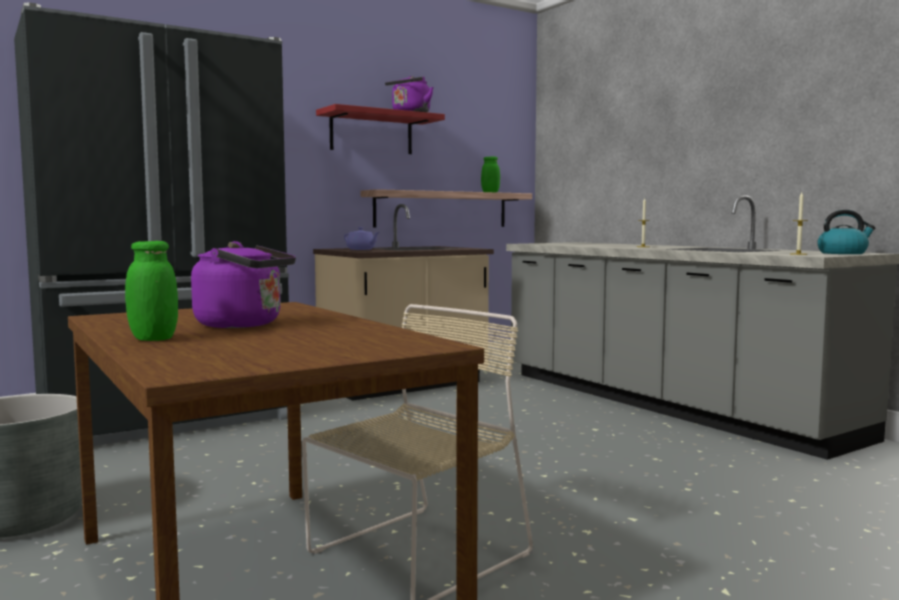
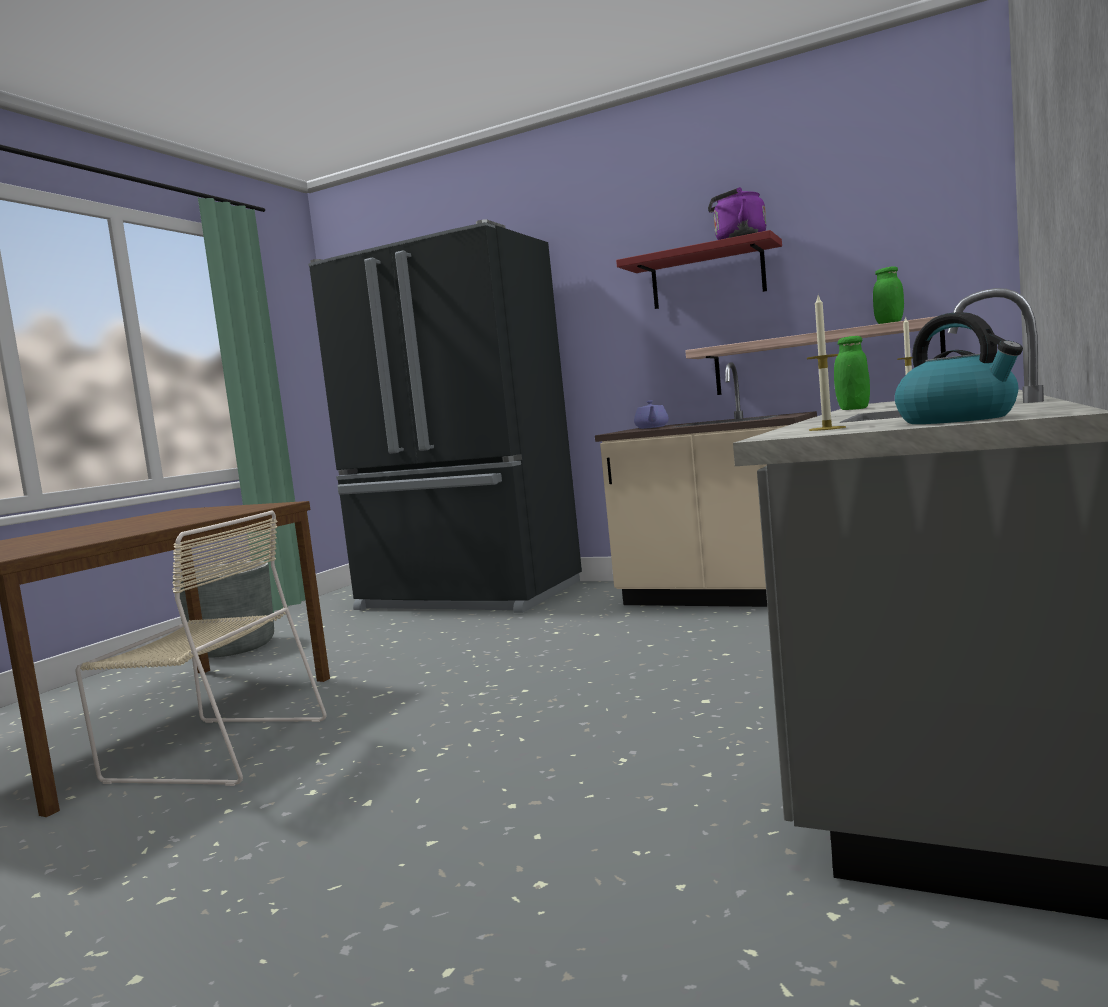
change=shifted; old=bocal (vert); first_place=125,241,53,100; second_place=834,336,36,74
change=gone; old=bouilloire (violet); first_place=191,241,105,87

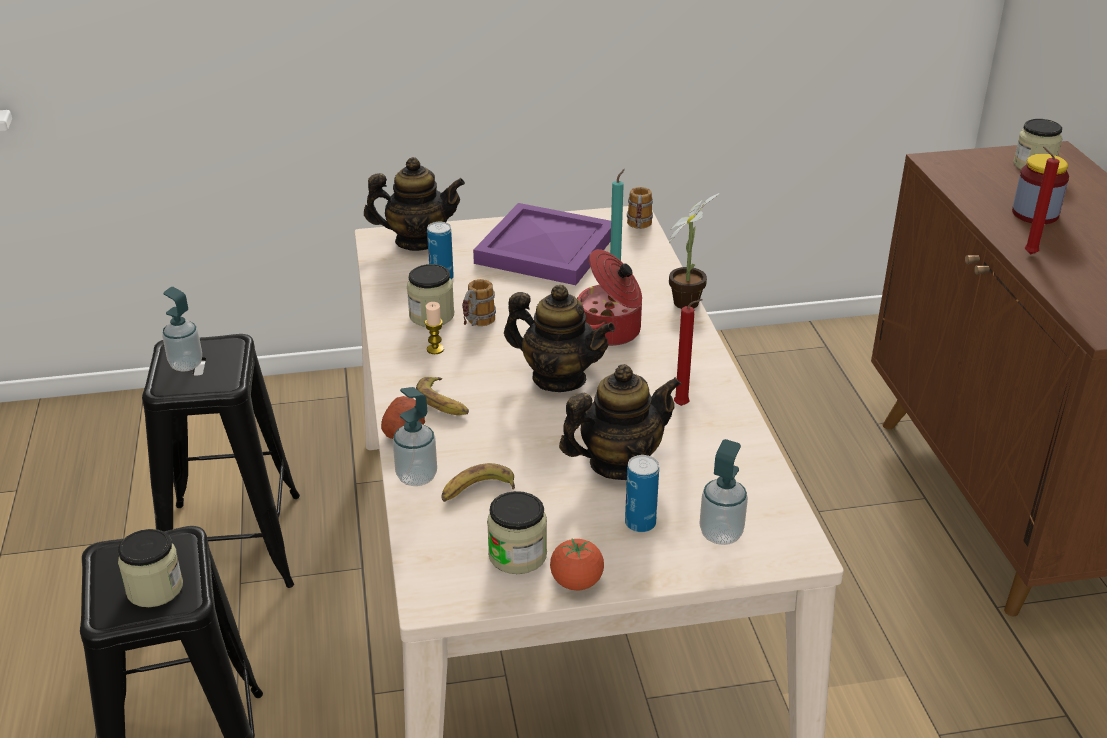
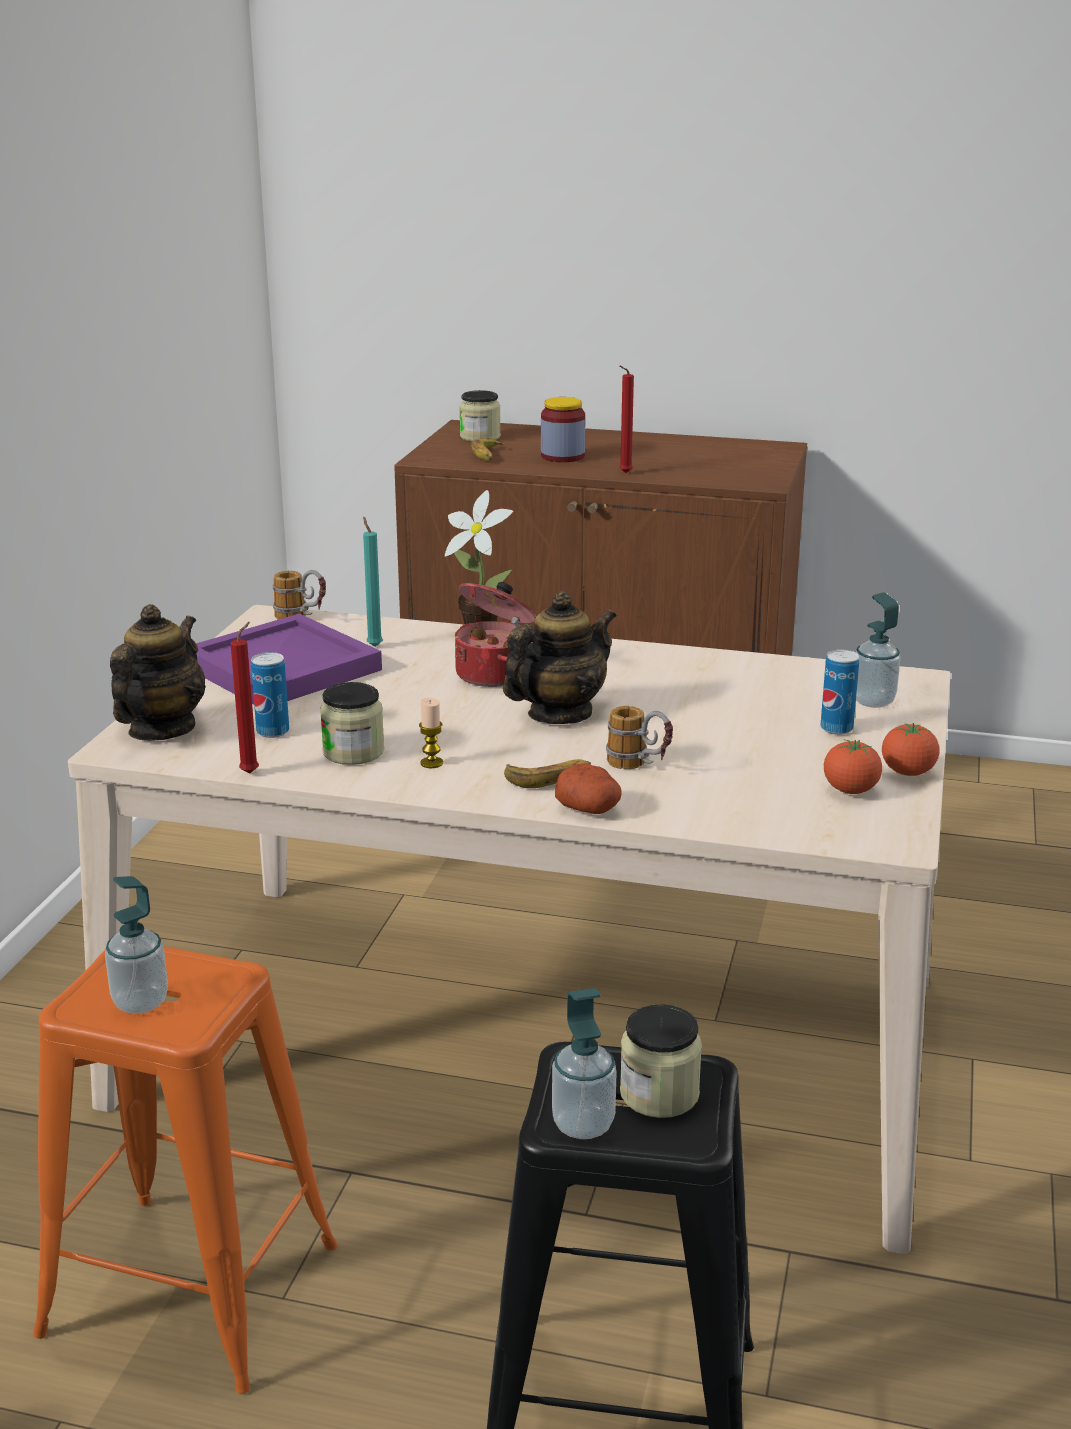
change=shifted; old=mug; first_place=462,279,34,47; second_place=606,706,67,63
change=shifted; old=bougie (rouge); first_place=674,299,29,107; second_place=231,622,28,152
change=repainted; old=tabouret (noir); new=tabouret (orange); first_place=142,334,158,254; second_place=33,946,305,448
change=gone; old=théière; first_place=559,364,122,116
change=shifted; old=distributeur de savon; first_place=393,387,44,99; second_place=552,988,65,151
change=shifted; old=banane; first_place=442,463,73,39; second_place=471,438,32,23
change=swapped; old=bocal; new=tomate; first_place=487,491,60,83; second_place=824,740,58,54

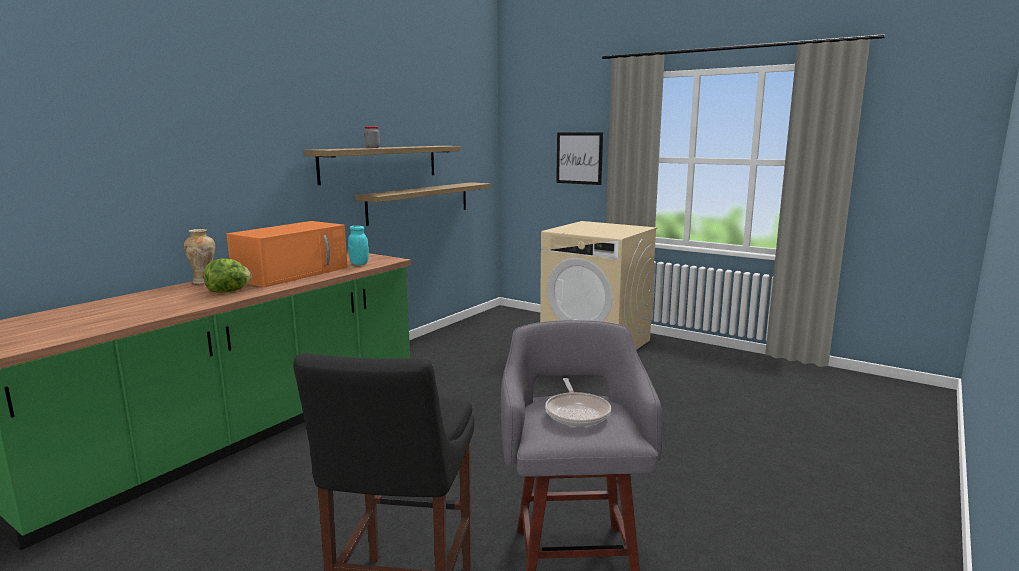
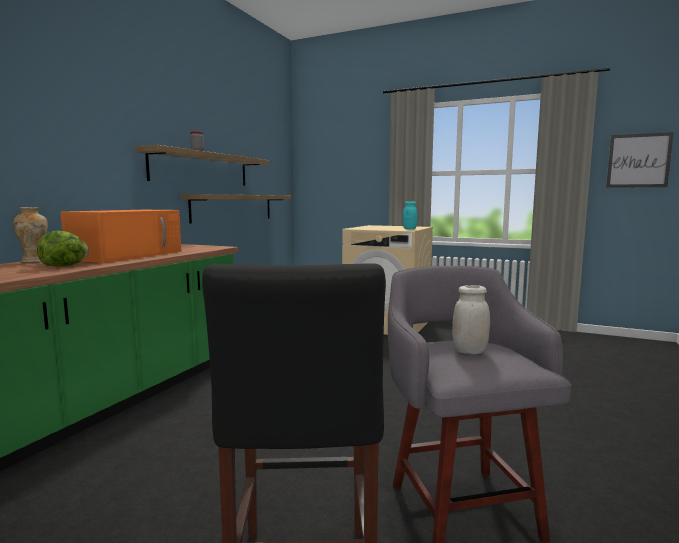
change=shifted; old=tableau; first_place=556,132,47,53; second_place=606,132,68,56
change=shifted; old=bocal (turquoise); first_place=348,225,21,40; second_place=403,201,15,28
change=swapped; old=poêle; new=bocal (blanc); first_place=545,378,66,49; second_place=452,285,38,69

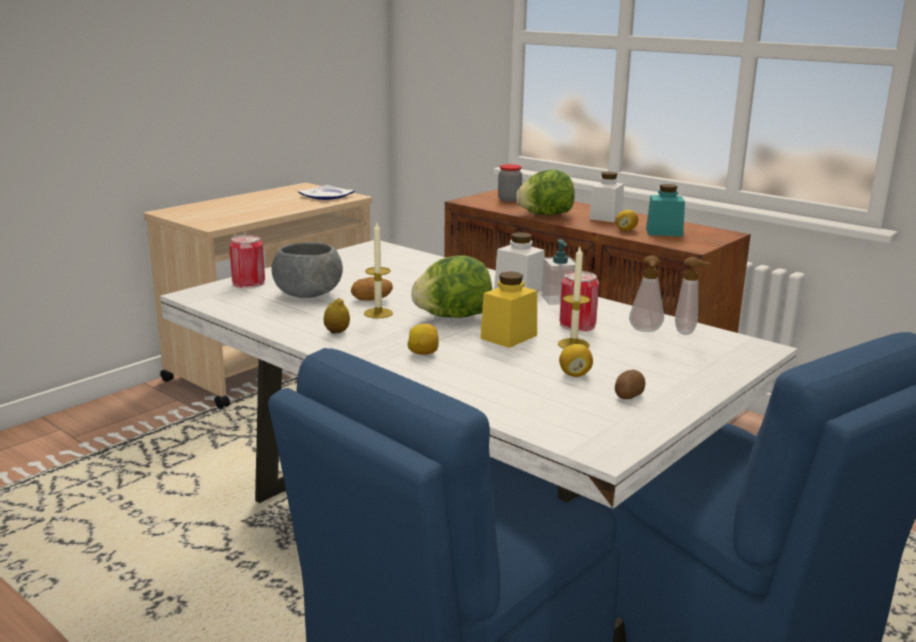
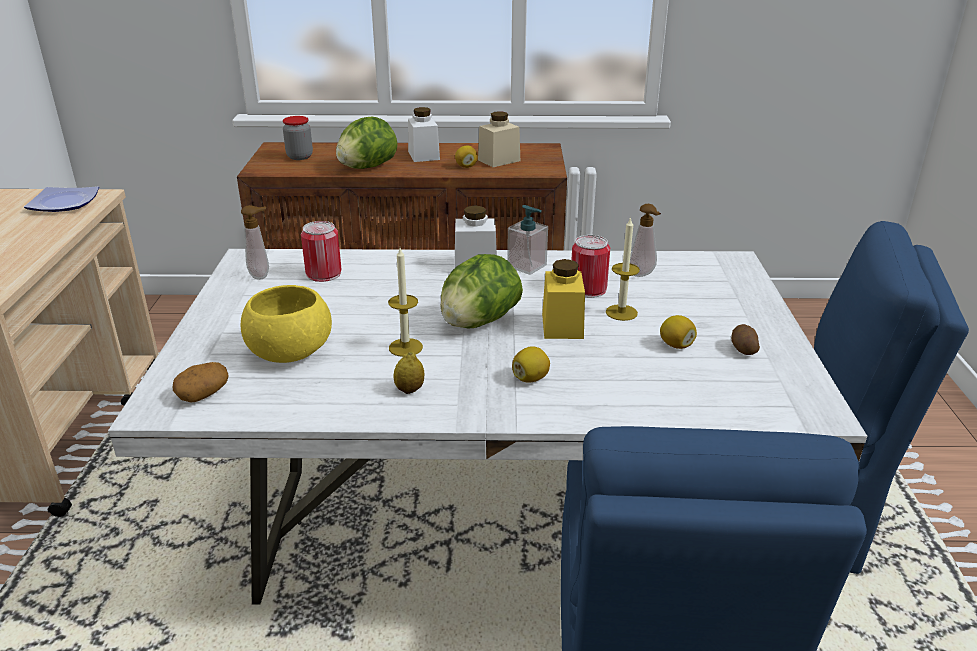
change=repainted; old=bocal (turquoise); new=bocal (beige); first_place=646,184,39,53; second_place=478,111,42,56
change=shifted; old=boîte métallique; first_place=229,235,36,53; second_place=301,221,41,61
change=repainted; old=bol (gris); new=bol (jaune); first_place=271,242,72,56; second_place=241,285,91,78
change=shifted; old=distributeur de savon; first_place=675,257,35,78; second_place=241,205,28,75
change=shifted; old=pomme de terre; first_place=351,277,42,24; second_place=173,362,56,40

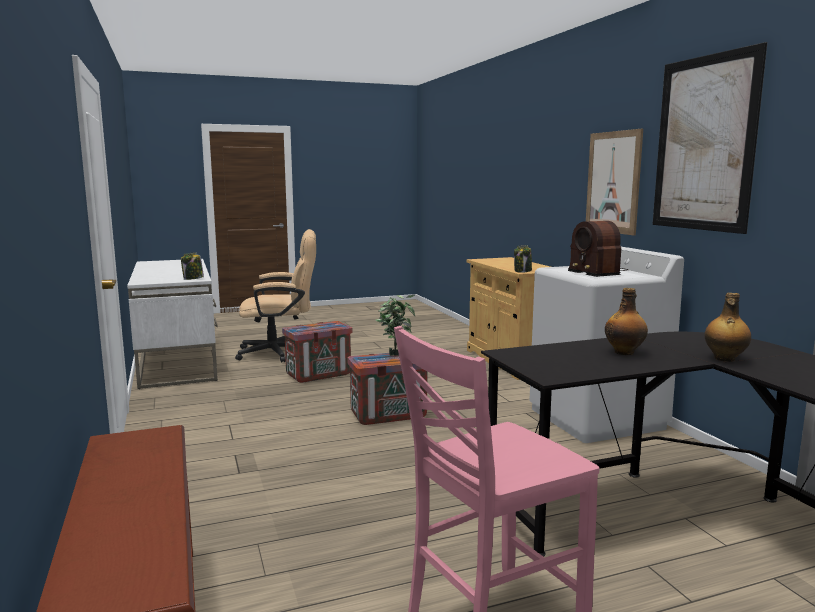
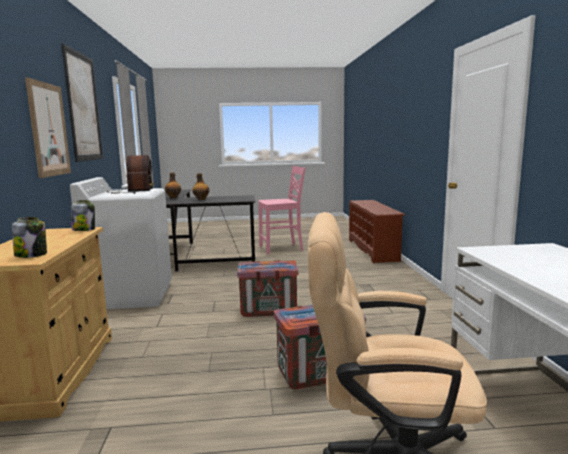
change=shifted; old=bocal; first_place=181,253,23,27; second_place=12,217,35,41
change=gone; old=plante en pot; first_place=375,295,40,61

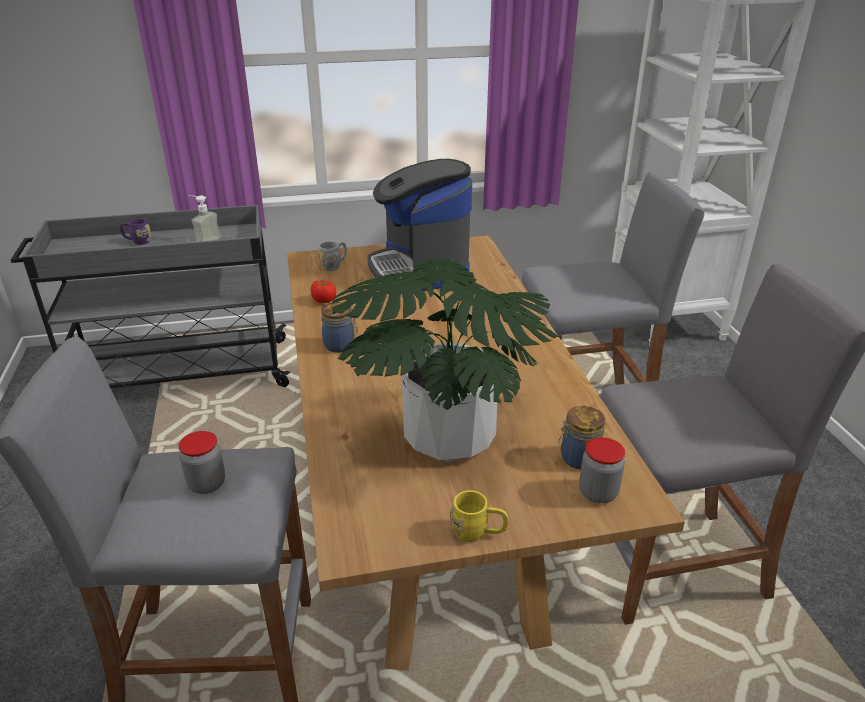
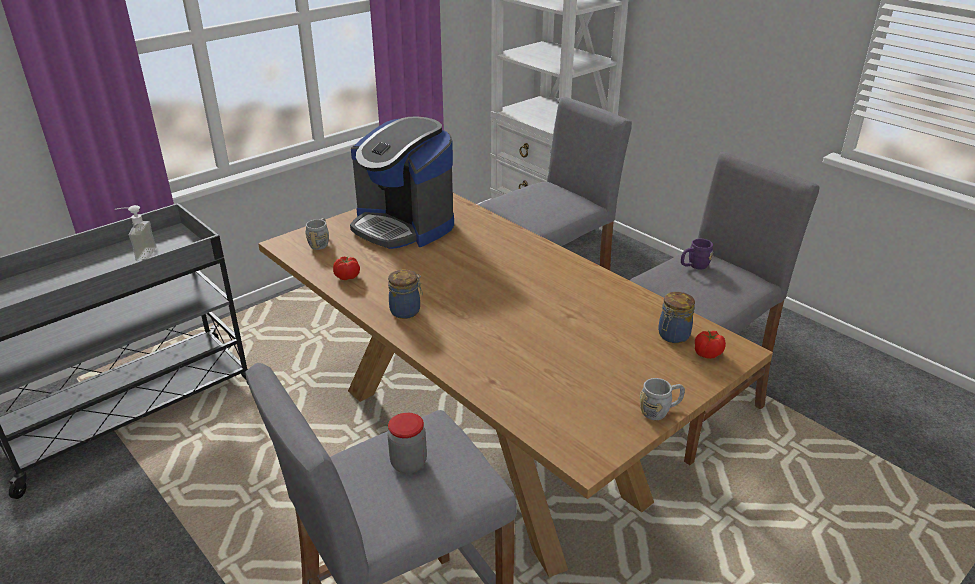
change=shifted; old=mug (violet); first_place=120,218,31,27; second_place=681,239,32,31
change=gone; old=plante en pot; first_place=331,259,228,203
change=swapped; old=bocal; new=tomate; first_place=579,437,46,66; second_place=695,331,31,28
change=repainted; old=mug (jaune); new=mug (gris); first_place=450,490,58,52; second_place=640,378,45,42

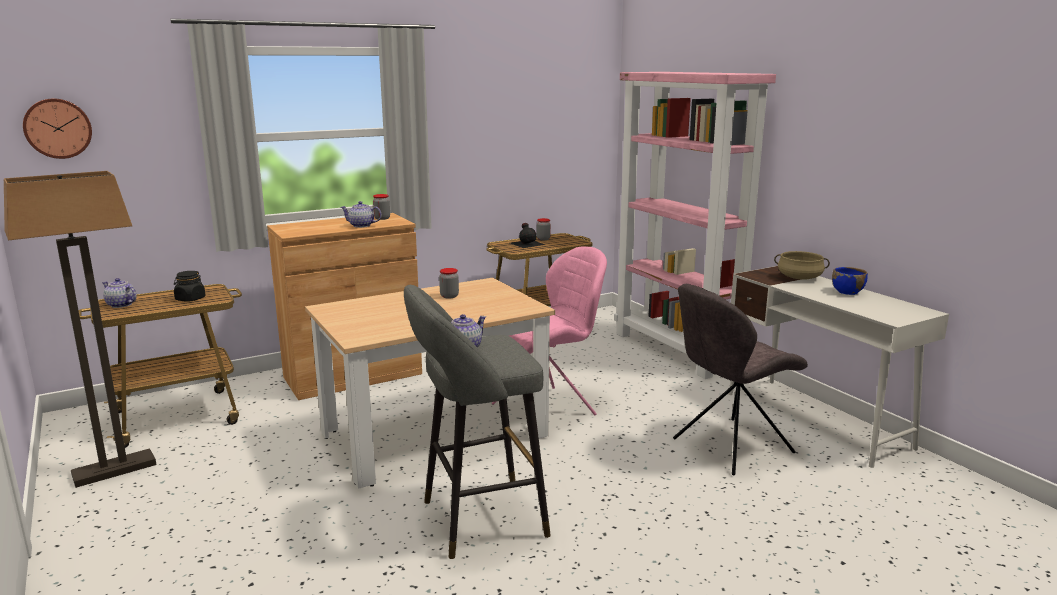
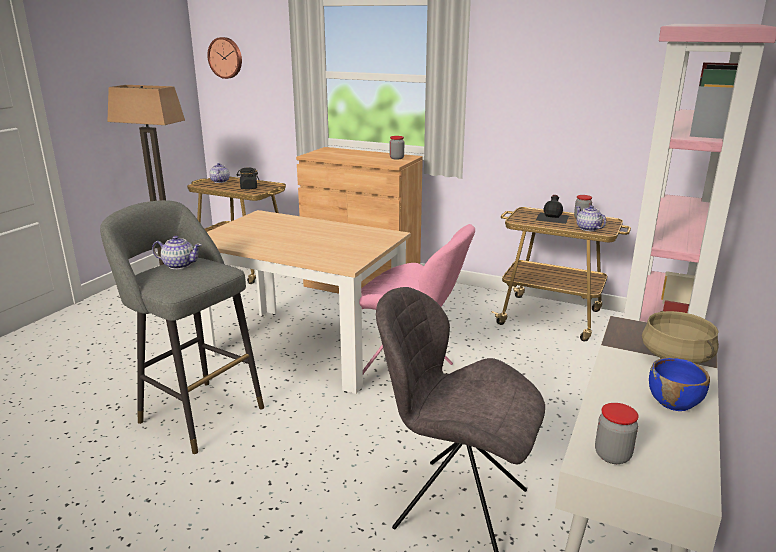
change=shifted; old=théière; first_place=341,201,41,27; second_place=576,205,30,26
change=shifted; old=bocal; first_place=439,268,20,31; second_place=595,403,44,61

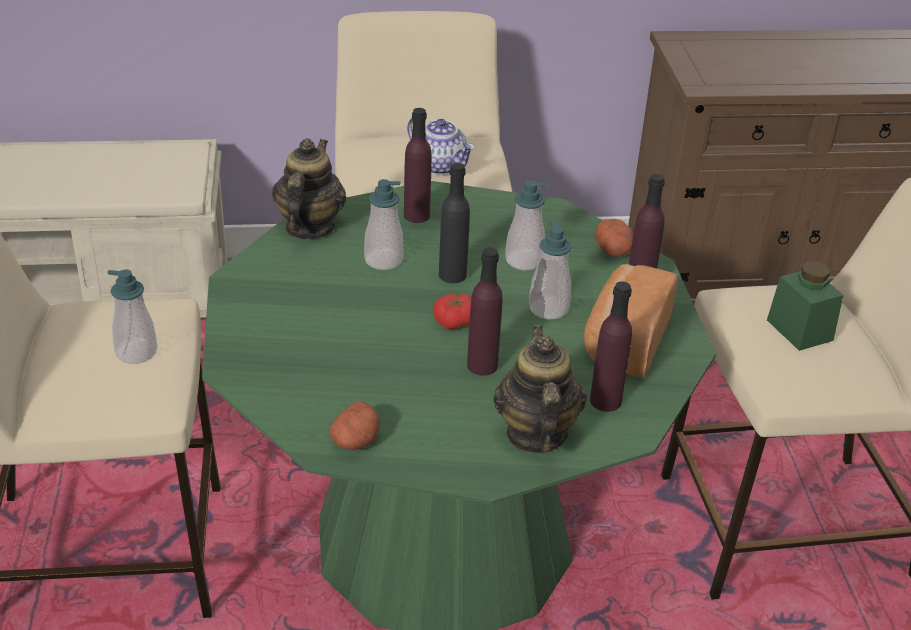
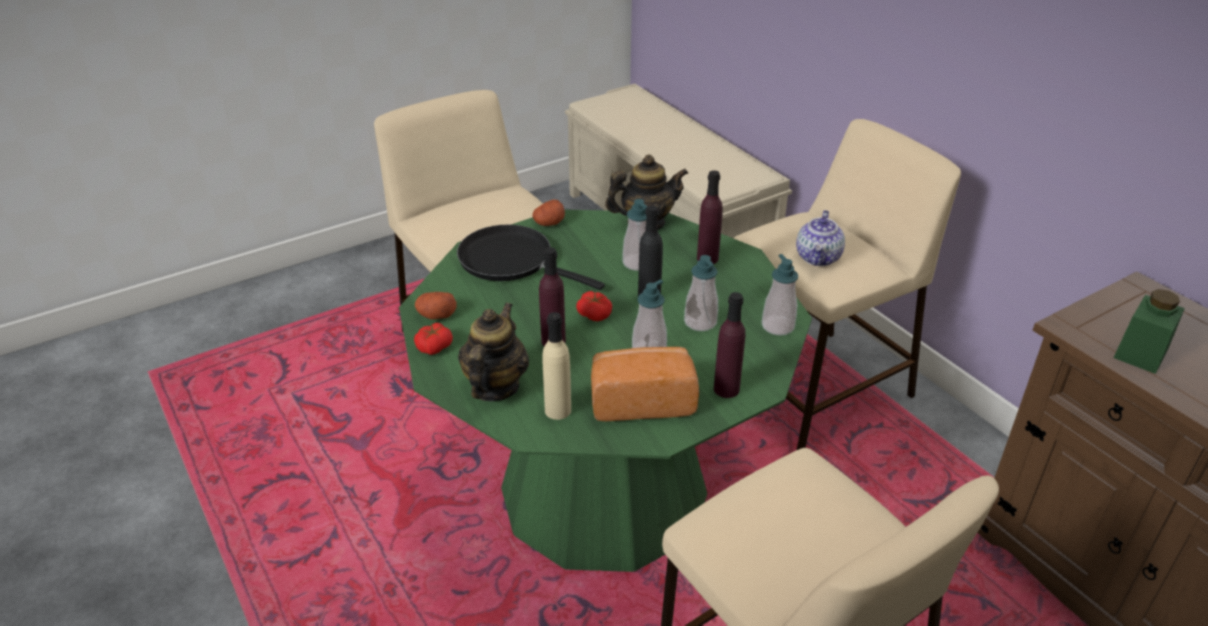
change=shifted; old=pomme de terre; first_place=595,219,38,37; second_place=533,199,32,27
change=shifted; old=bocal (vert); first_place=767,261,77,90; second_place=1113,289,72,85
change=shifted; old=distributeur de savon; first_place=107,270,50,94; second_place=762,254,36,82
change=repainted; old=bouteille (violet); new=bouteille (beige); first_place=590,281,42,131; second_place=542,312,29,108
change=rotated; old=théière; first_place=493,325,94,128; second_place=458,302,71,99; degrees=-45
change=new; new=poêle (noir); second_place=457,225,148,65
change=new; new=tomate; second_place=414,323,39,32

